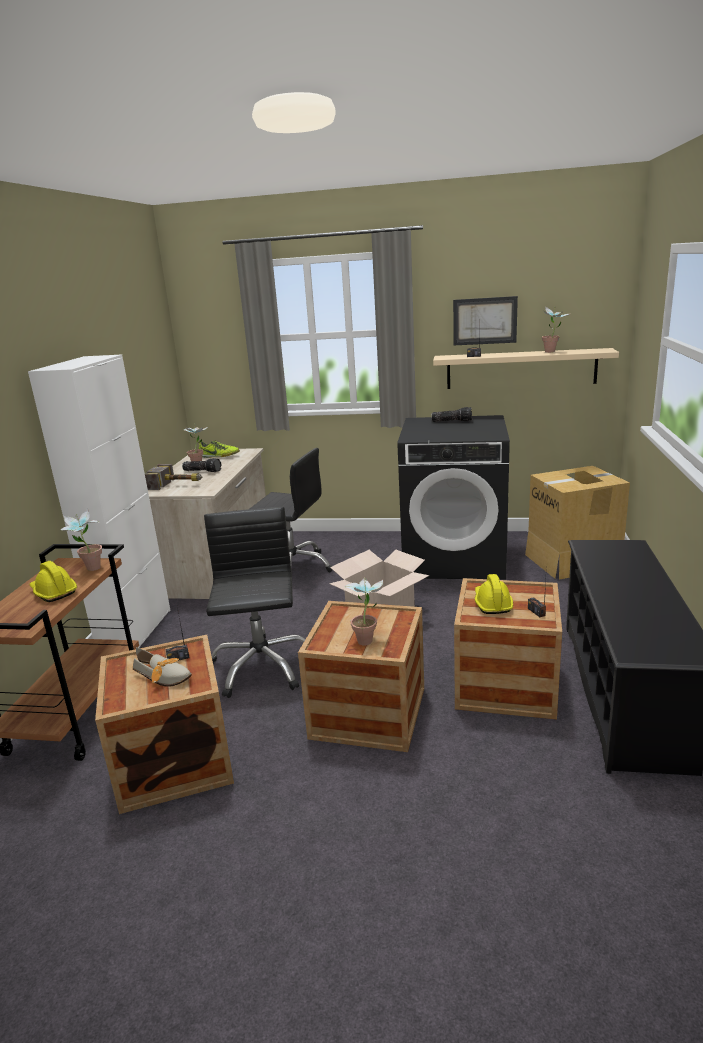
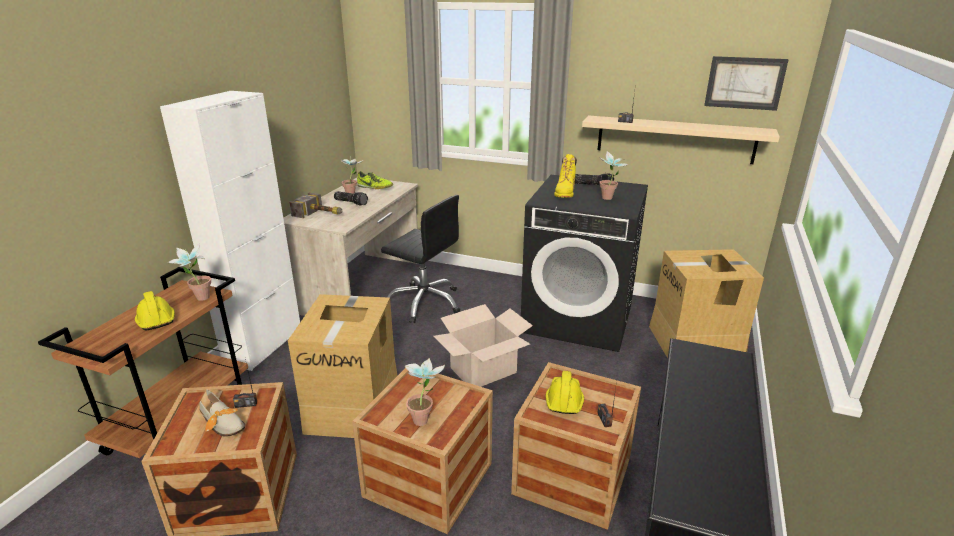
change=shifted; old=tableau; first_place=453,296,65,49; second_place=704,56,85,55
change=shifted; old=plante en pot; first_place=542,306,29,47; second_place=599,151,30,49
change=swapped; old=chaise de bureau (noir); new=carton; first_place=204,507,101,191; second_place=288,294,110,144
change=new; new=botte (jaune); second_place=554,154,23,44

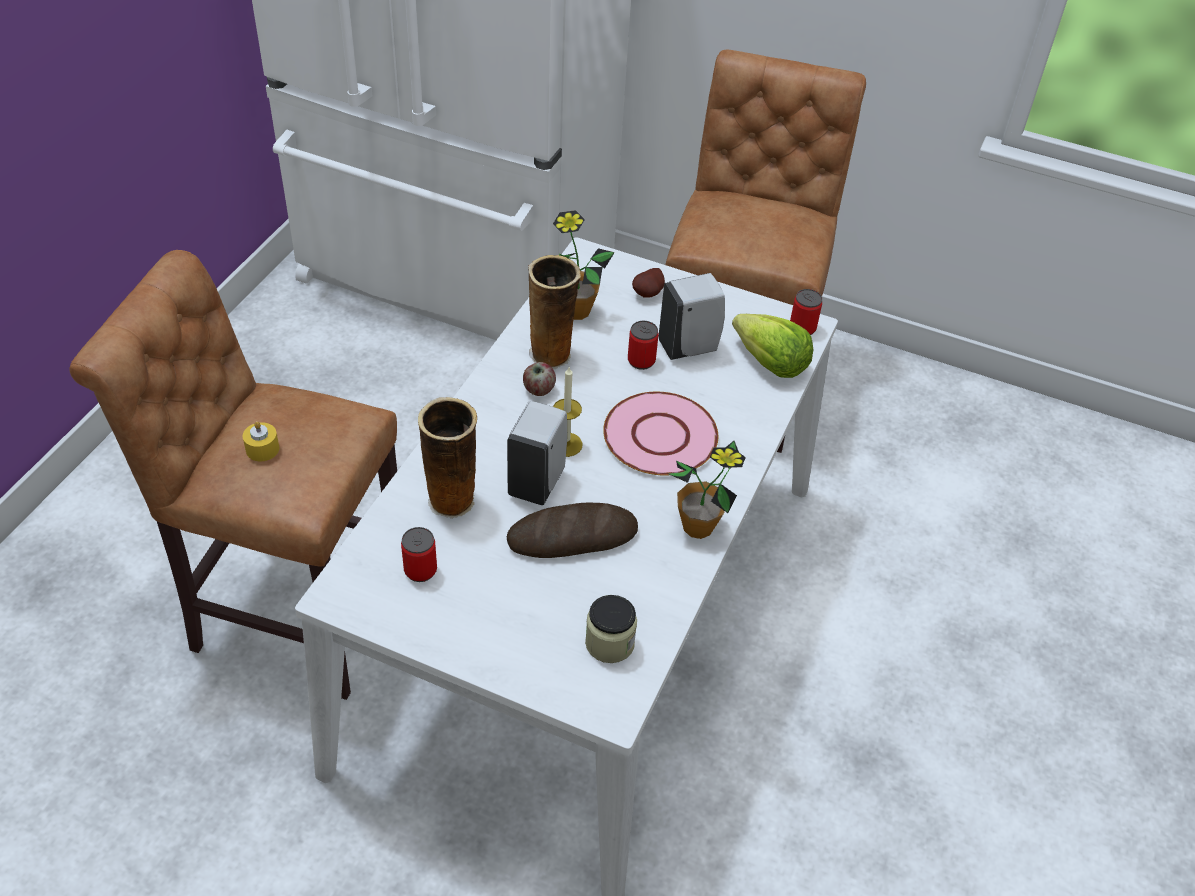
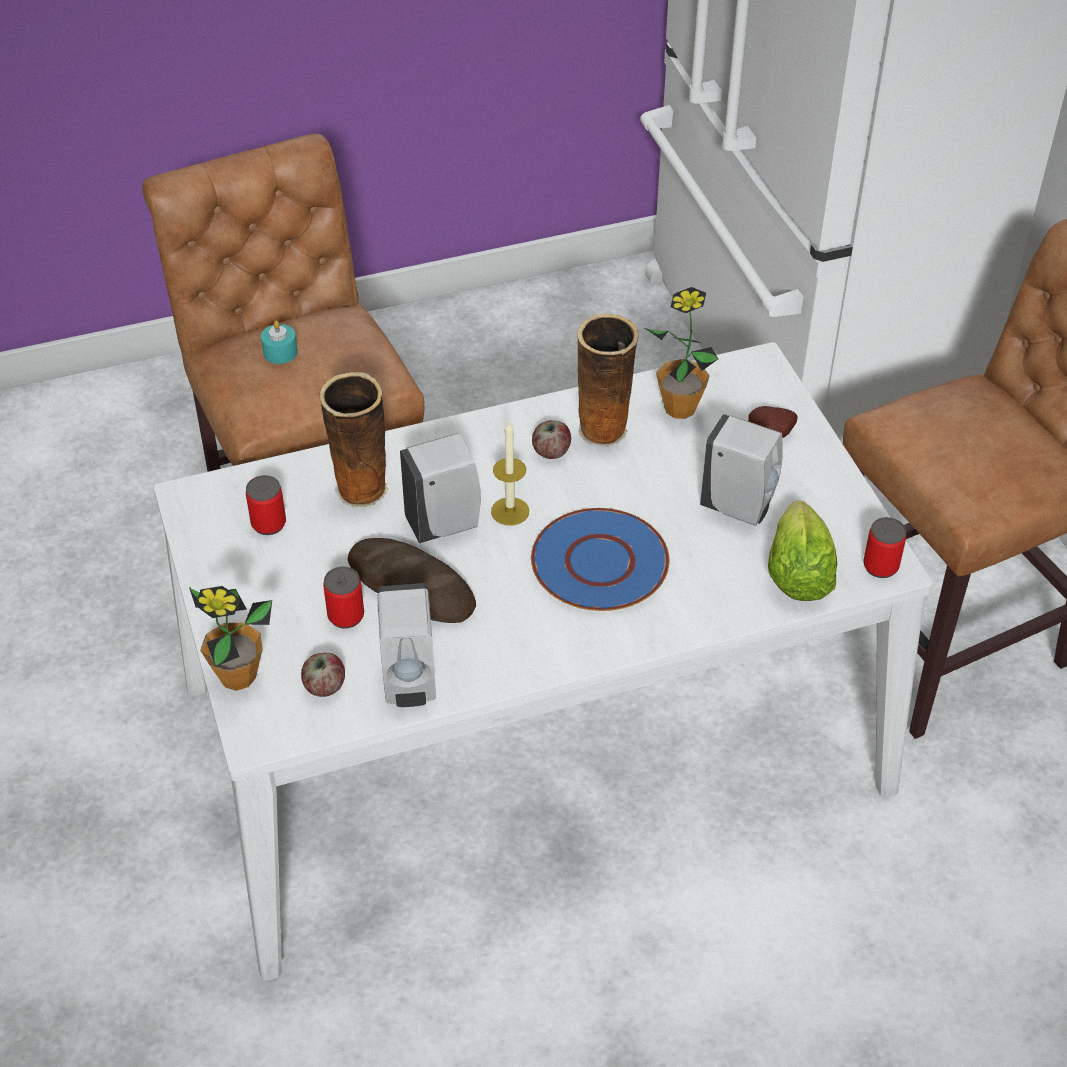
change=shifted; old=boîte métallique; first_place=628,321,30,49; second_place=323,567,41,62
change=repainted; old=assiette (rose); new=assiette (bleu); first_place=603,392,115,84; second_place=531,508,138,103
change=repainted; old=bougie (jaune); new=bougie (turquoise); first_place=243,421,36,40; second_place=261,321,37,43
change=shifted; old=plante en pot; first_place=669,441,77,98; second_place=189,586,83,105
change=swapped; old=bocal; new=pomme; first_place=585,595,52,68; second_place=301,653,44,44
change=new; new=distributeur de savon (blanc); second_place=377,583,59,124

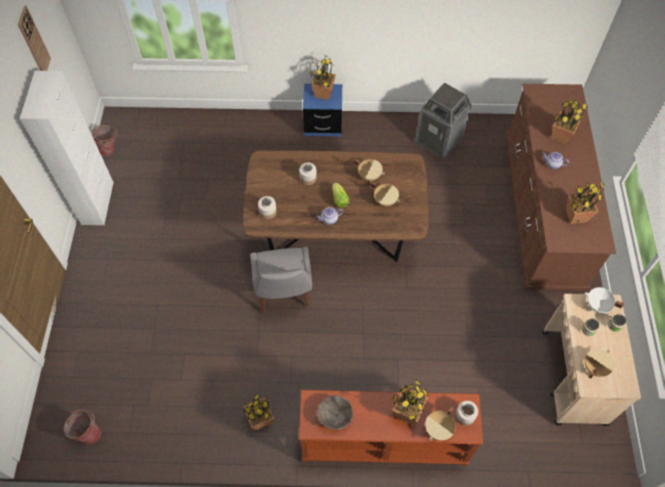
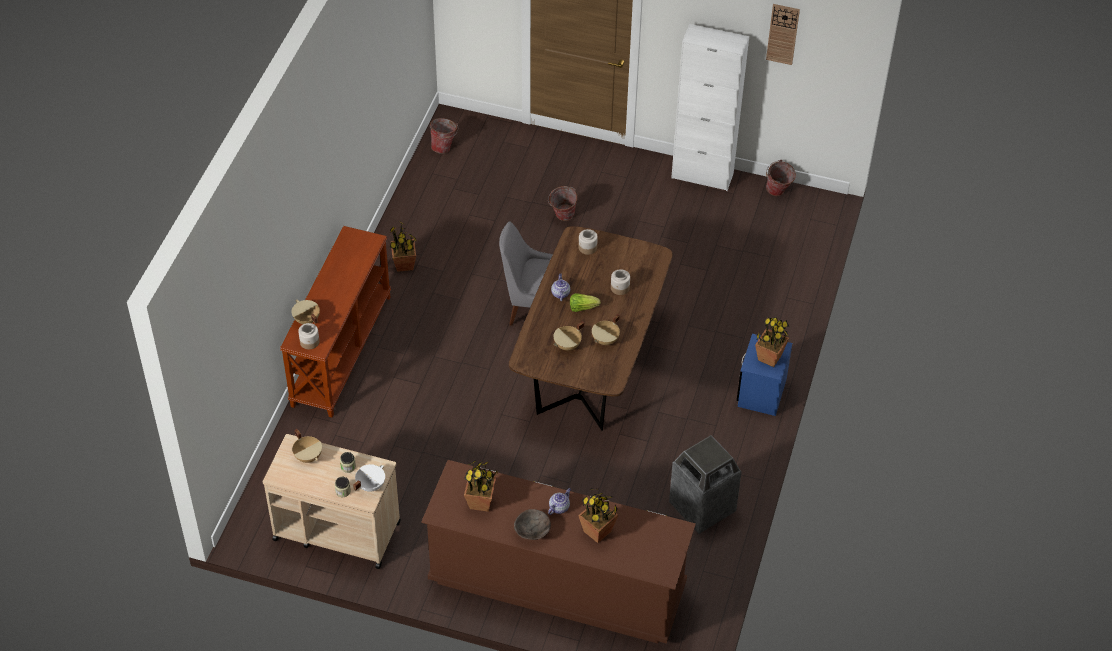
change=gone; old=plante en pot; first_place=392,379,37,45
change=shifted; old=bol (marron); first_place=317,395,36,35; second_place=514,509,37,31
change=new; new=seau; second_place=548,186,29,35

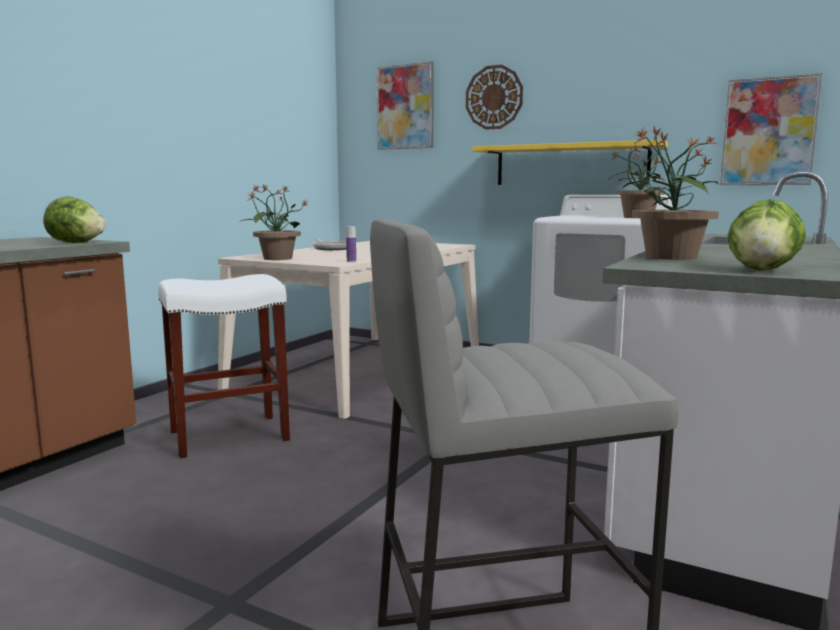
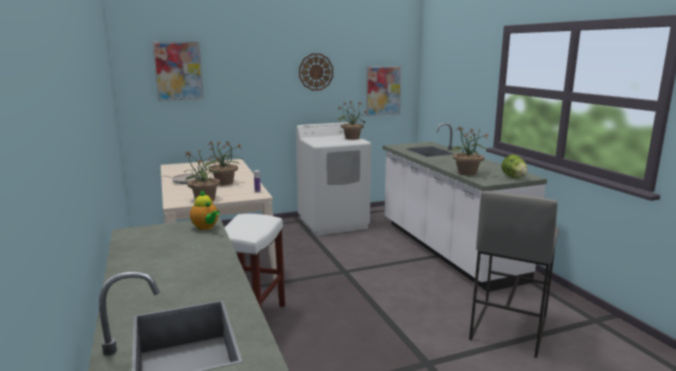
change=shifted; old=horloge murale; first_place=466,65,57,65; second_place=299,54,34,37
change=gone; old=étagère (jaune); first_place=472,140,196,45
change=swapped; old=laitue; new=théière; first_place=43,196,63,47; second_place=190,190,30,40
change=new; new=plante en pot; second_place=205,141,38,44

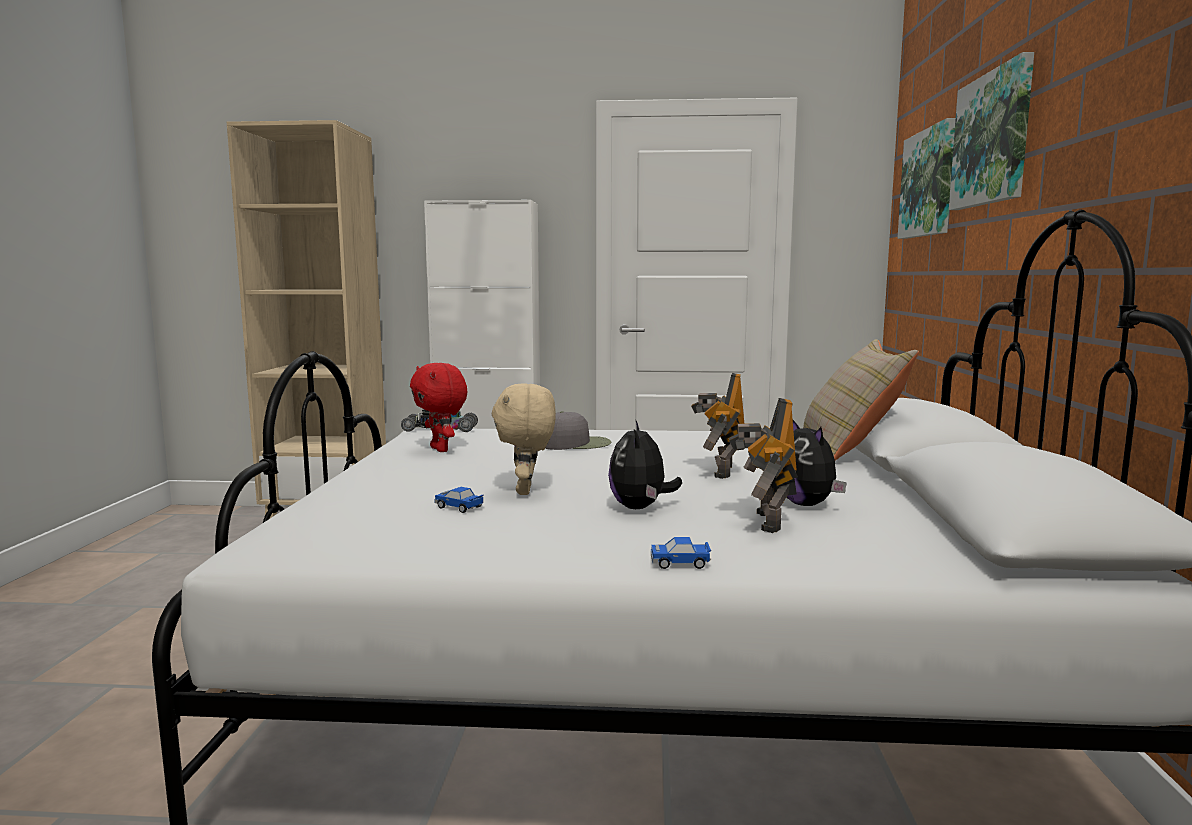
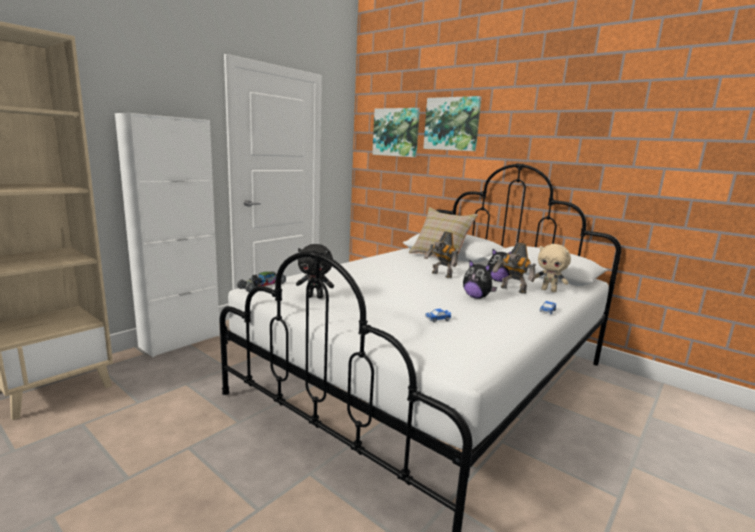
change=repainted; old=peluche (rouge); new=peluche (noir); first_place=410,363,57,89; second_place=296,244,38,55
change=shifted; old=peluche (beige); first_place=492,383,64,112; second_place=535,244,36,48
change=gone; old=casquette (gris); first_place=545,411,66,39

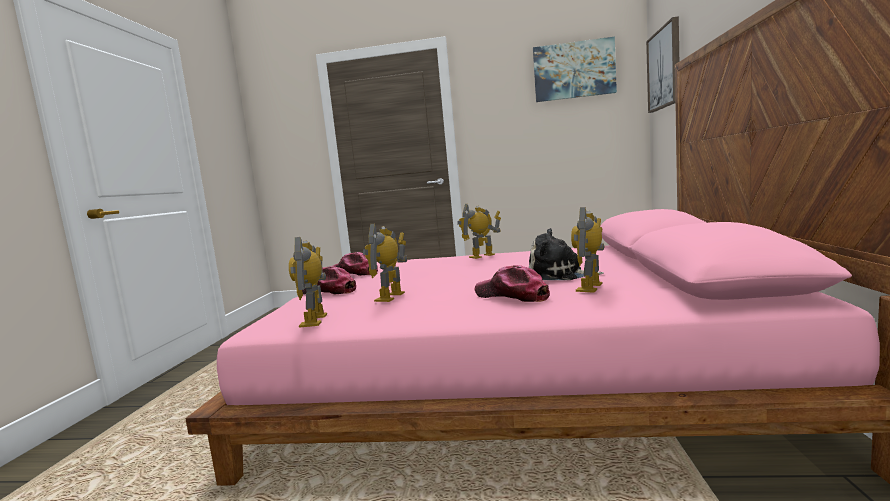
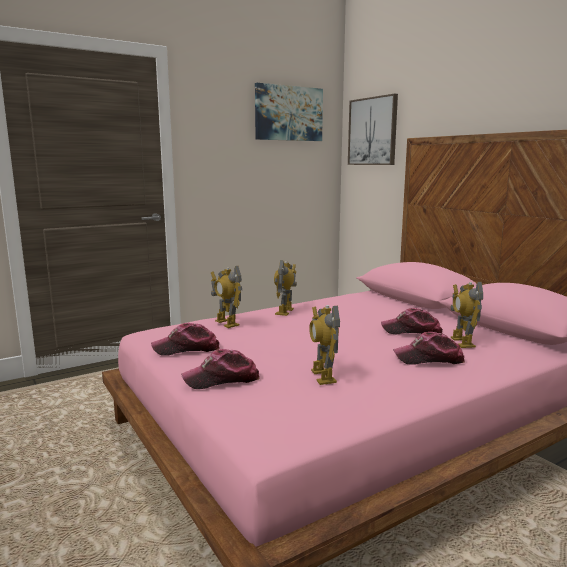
change=swapped; old=peluche; new=casquette; first_place=529,228,74,52; second_place=381,308,62,26
change=shifted; old=robot jouet; first_place=289,237,38,91; second_place=211,266,31,62

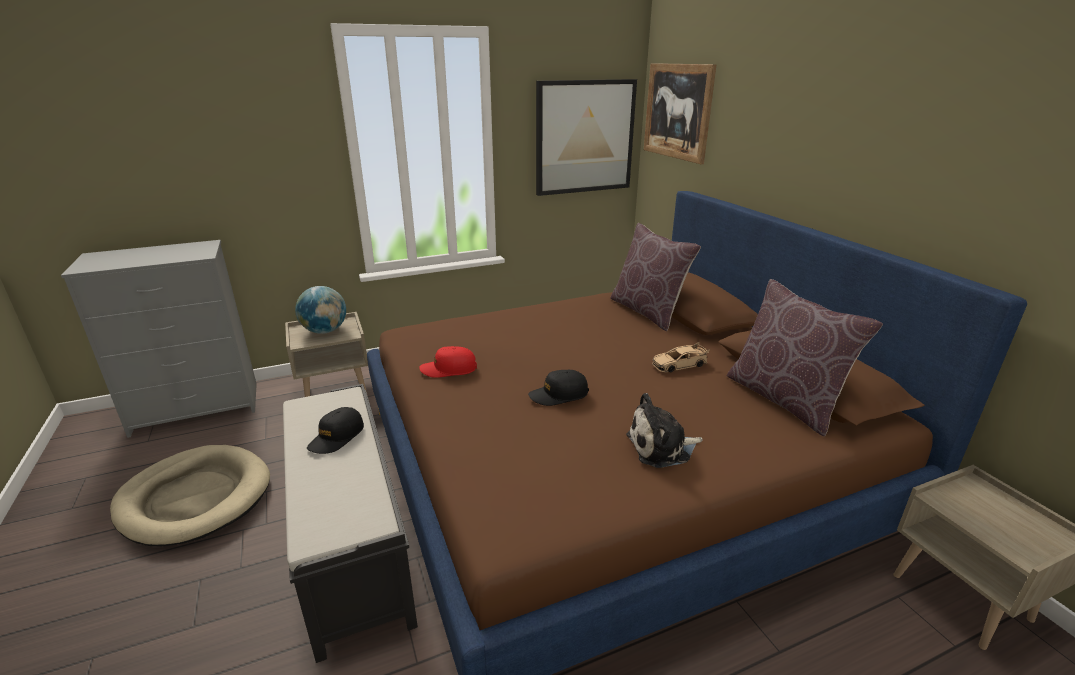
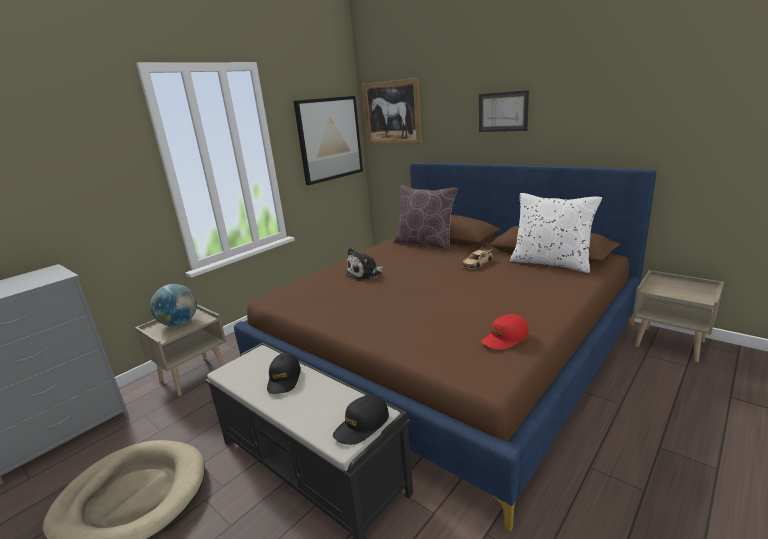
change=repainted; old=coussin (marron); new=coussin (blanc); first_place=726,279,157,158; second_place=510,193,92,80
change=shifted; old=casquette (rouge); first_place=419,346,58,32; second_place=481,314,47,36
change=shifted; old=casquette (noir); first_place=528,370,61,36; second_place=333,394,56,51
change=shifted; old=peluche; first_place=626,393,77,75; second_place=346,248,38,32
change=new; new=tableau; second_place=479,90,50,42

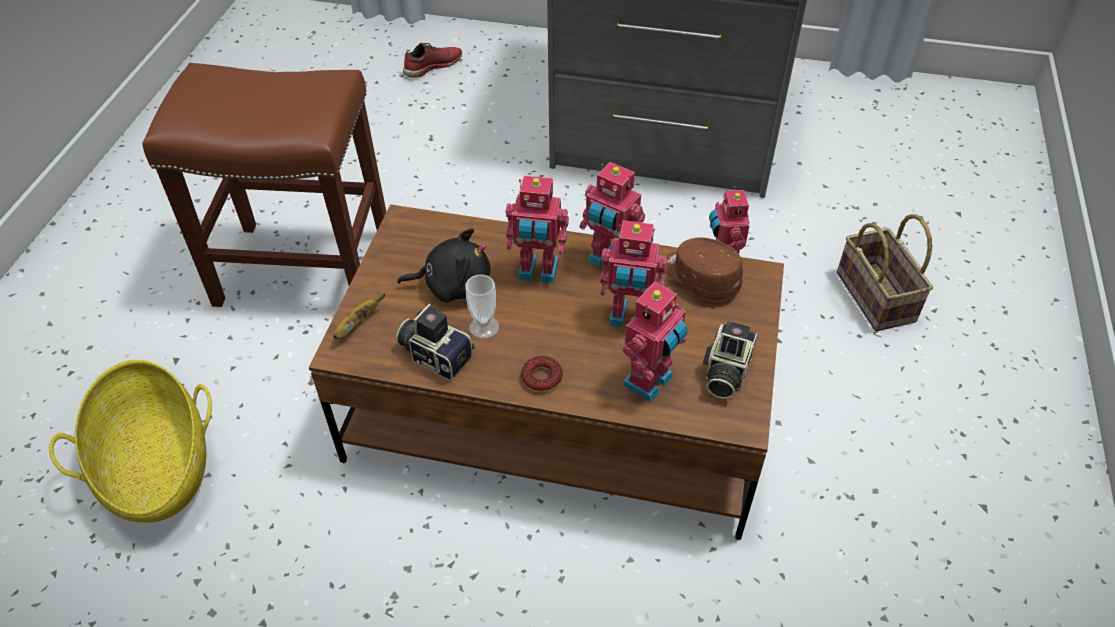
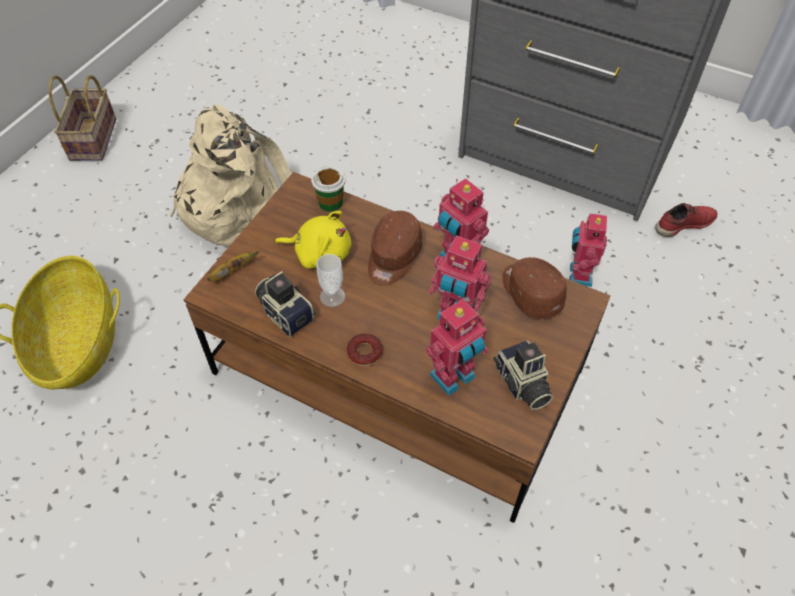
change=shifted; old=chaussure (rouge); first_place=403,43,59,35; second_place=655,203,62,34
change=swapped; old=tabouret (marron); new=sac à dos (beige); first_place=142,63,244,244; second_place=170,105,122,141
change=swapped; old=robot jouet; new=casquette (marron); first_place=506,176,63,107; second_place=368,211,55,75
change=shifted; old=panier; first_place=837,214,96,117; second_place=48,75,68,86
change=repainted; old=peluche (noir); new=peluche (jaune); first_place=397,228,93,74; second_place=275,211,77,58
change=rotated; old=appareil photo; first_place=703,321,55,78; second_place=494,340,59,70; degrees=-60
change=new; new=tasse; second_place=311,166,35,46

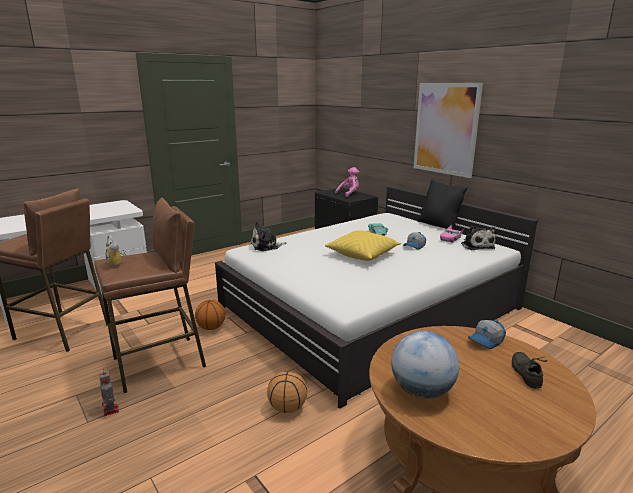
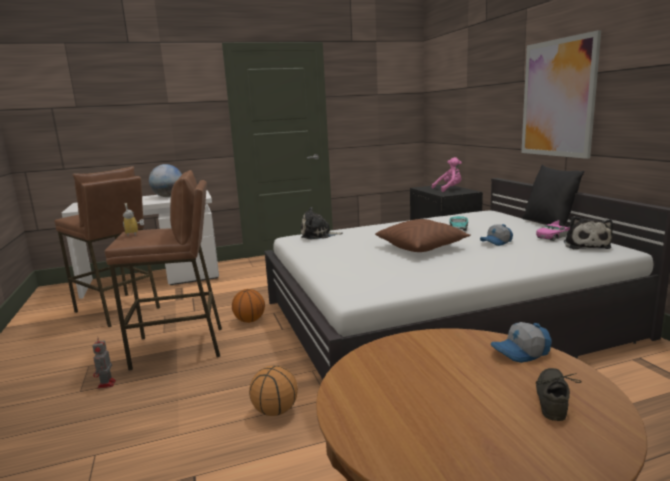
change=repainted; old=coussin (jaune); new=coussin (marron); first_place=325,230,76,31; second_place=375,219,96,33
change=shifted; old=globe; first_place=391,331,68,68; second_place=149,164,33,33

